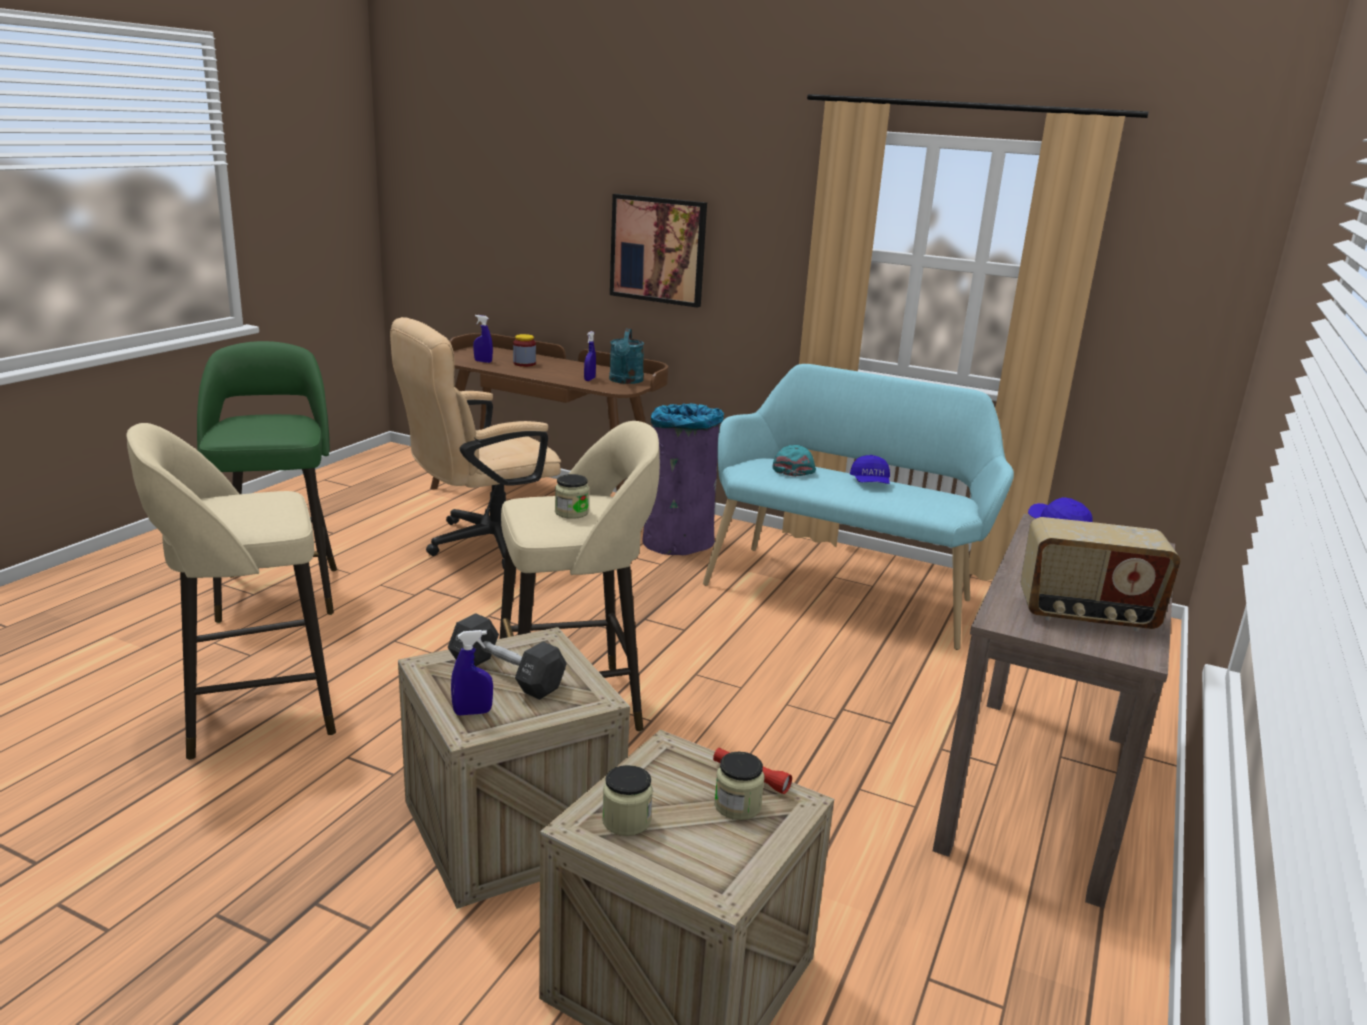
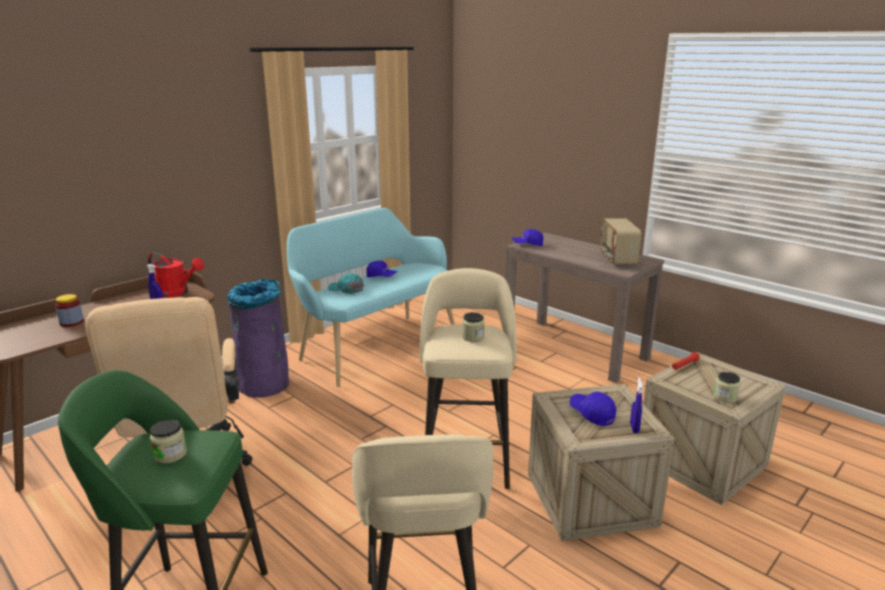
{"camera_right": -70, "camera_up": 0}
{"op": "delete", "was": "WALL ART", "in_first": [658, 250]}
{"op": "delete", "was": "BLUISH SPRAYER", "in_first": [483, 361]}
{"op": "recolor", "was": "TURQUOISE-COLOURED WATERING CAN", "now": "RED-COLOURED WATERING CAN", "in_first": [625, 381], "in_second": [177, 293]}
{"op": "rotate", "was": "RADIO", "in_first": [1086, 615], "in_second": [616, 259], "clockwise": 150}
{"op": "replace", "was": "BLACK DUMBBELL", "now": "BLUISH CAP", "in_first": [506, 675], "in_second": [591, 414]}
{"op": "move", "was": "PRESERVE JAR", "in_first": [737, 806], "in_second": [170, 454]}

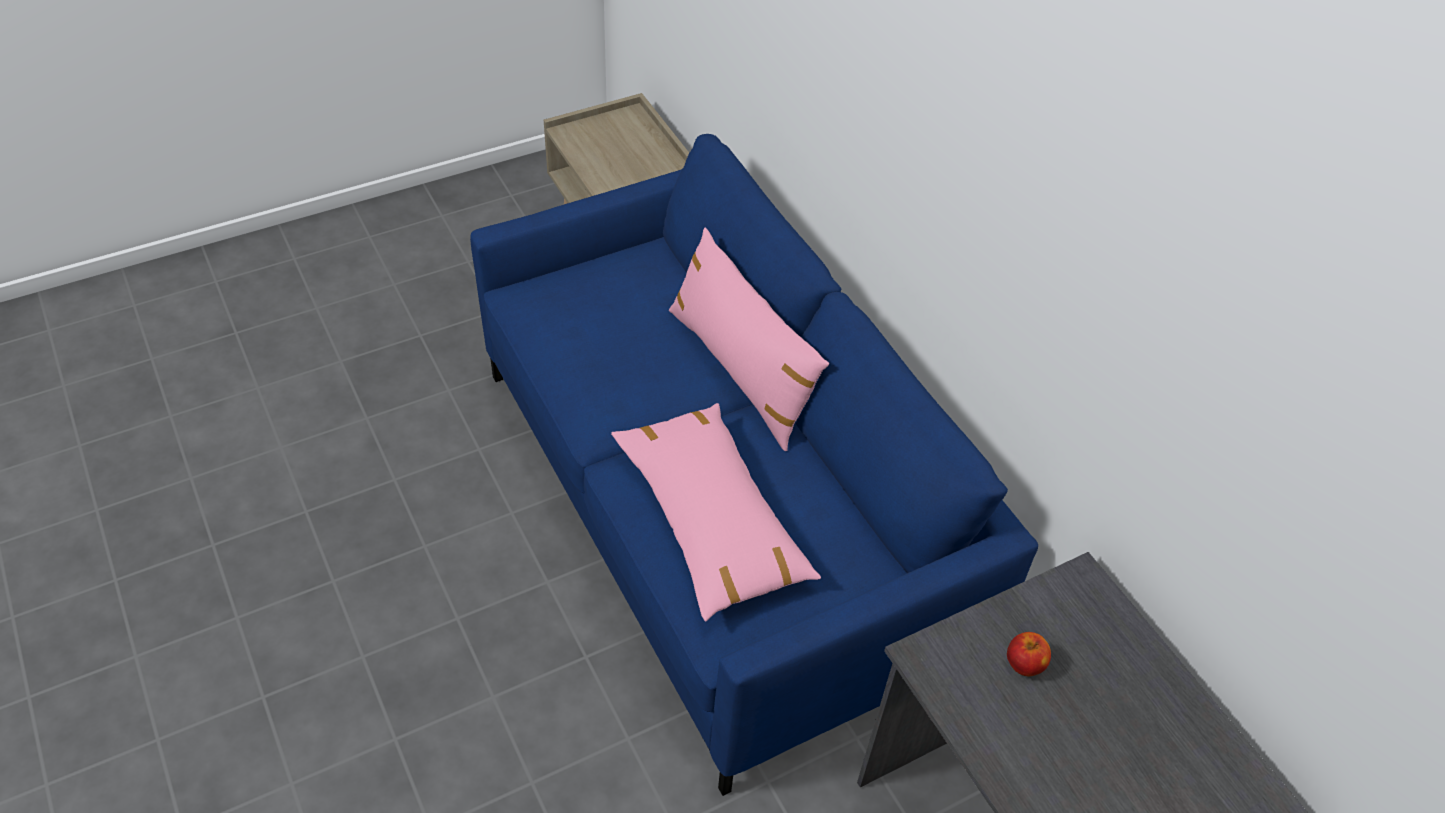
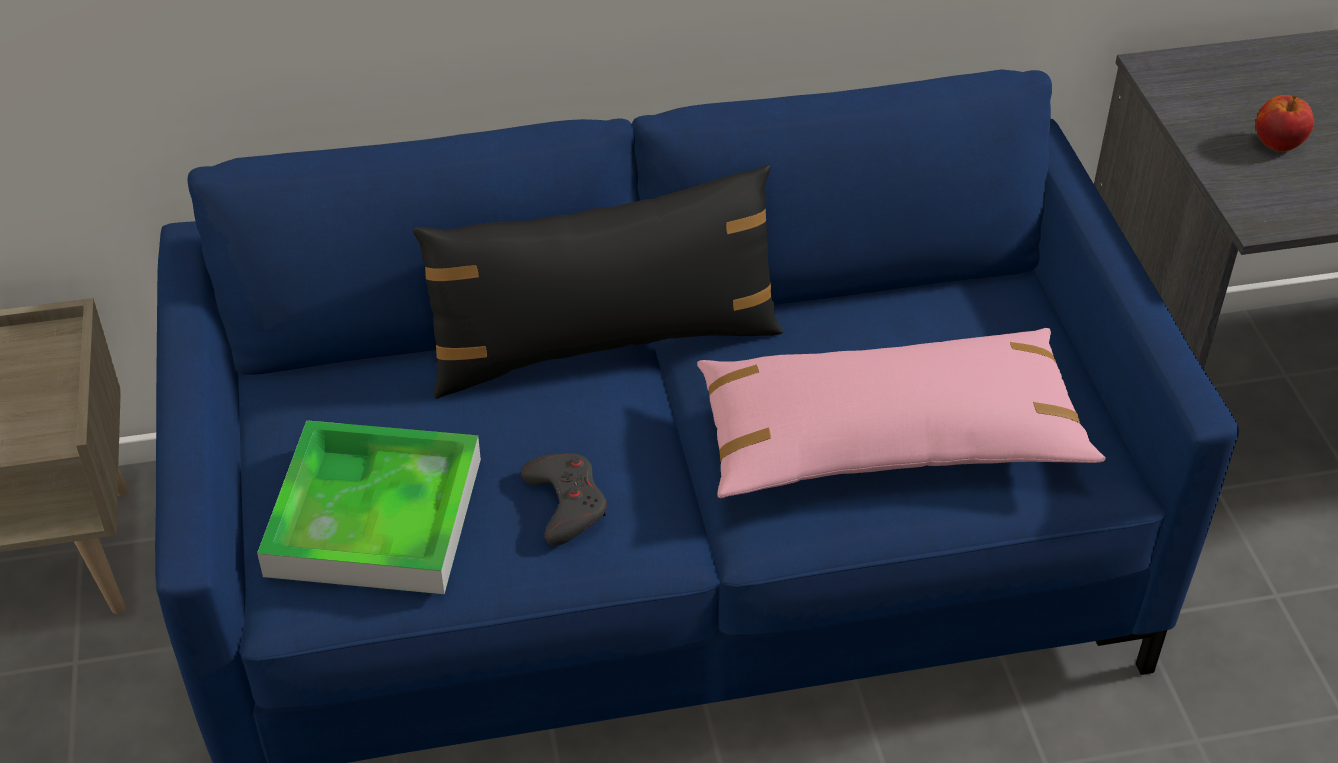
{"camera_right": -70, "camera_up": -5}
{"op": "recolor", "was": "PINKISH CUSHION", "now": "BLACK CUSHION", "in_first": [741, 371], "in_second": [604, 345]}
{"op": "insert", "now": "CARRYING TRAY", "in_second": [375, 516]}
{"op": "insert", "now": "GREYISH GAME CONTROLLER", "in_second": [566, 503]}

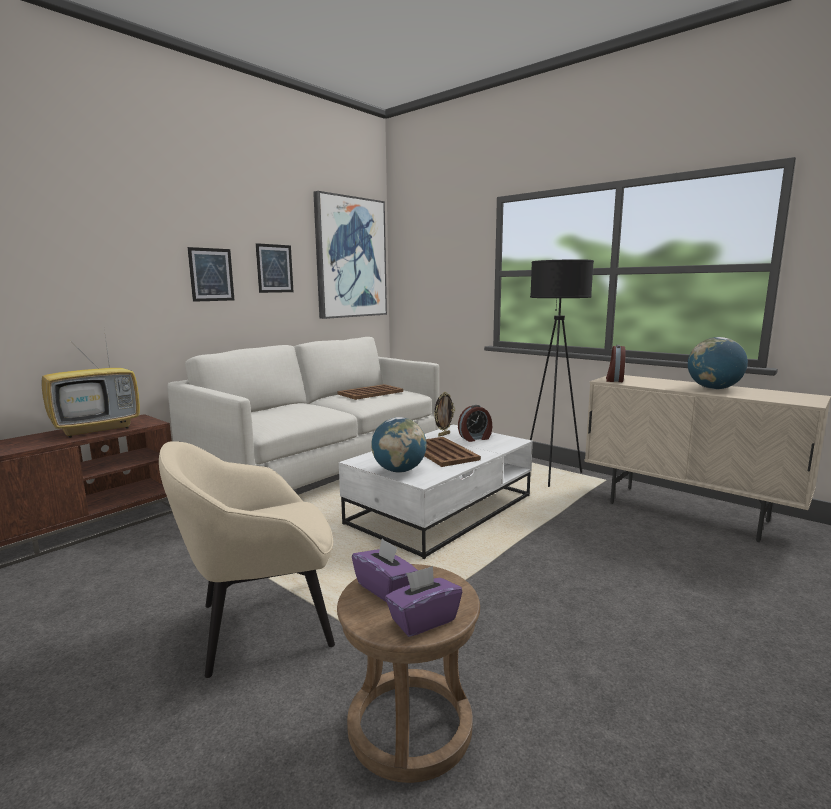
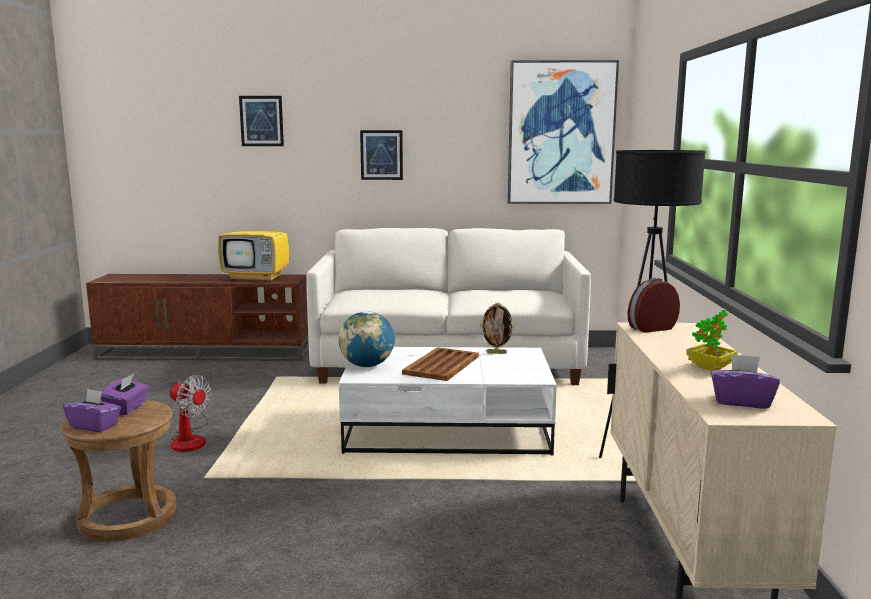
{"camera_right": 50, "camera_up": 0}
{"op": "move", "was": "WALL ART", "in_first": [274, 268], "in_second": [261, 121]}
{"op": "replace", "was": "GLOBE", "now": "PLANT IN A POT", "in_first": [713, 389], "in_second": [710, 368]}
{"op": "delete", "was": "BROWN-COLOURED CARRYING TRAY", "in_first": [370, 393]}
{"op": "delete", "was": "BEDSIDE CLOCK", "in_first": [475, 438]}
{"op": "replace", "was": "BEIGE EASY CHAIR", "now": "COOLING FAN", "in_first": [261, 625], "in_second": [190, 439]}
{"op": "insert", "now": "PURPLE TISSUE BOX", "in_second": [741, 401]}

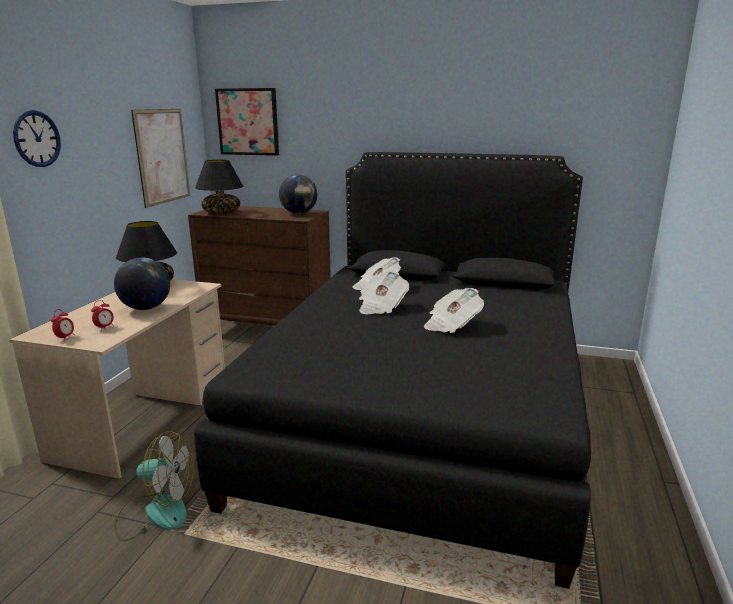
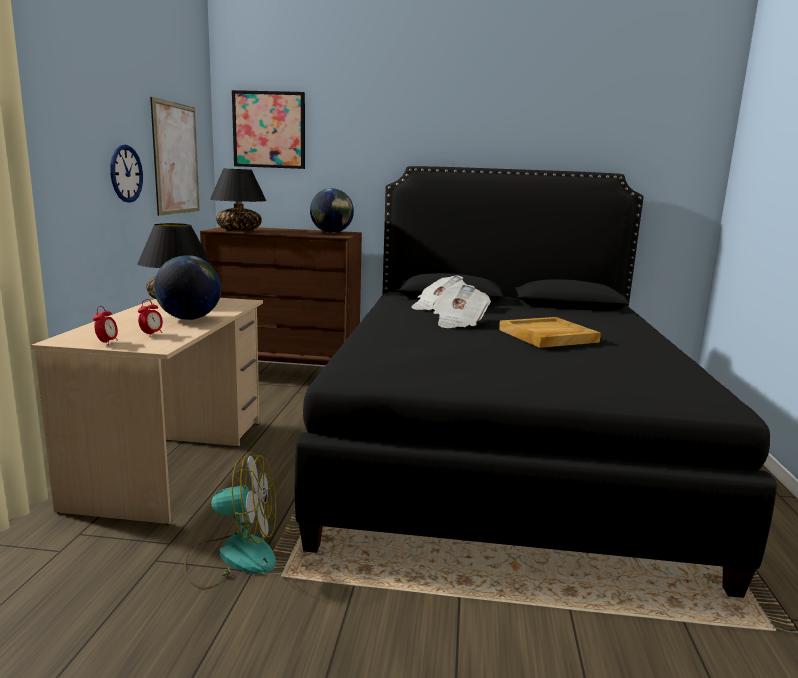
{"camera_right": -10, "camera_up": -5}
{"op": "move", "was": "HANGING CLOCK", "in_first": [37, 139], "in_second": [126, 173]}
{"op": "replace", "was": "NEWSPAPER", "now": "BEIGE CARRYING TRAY", "in_first": [451, 325], "in_second": [547, 336]}

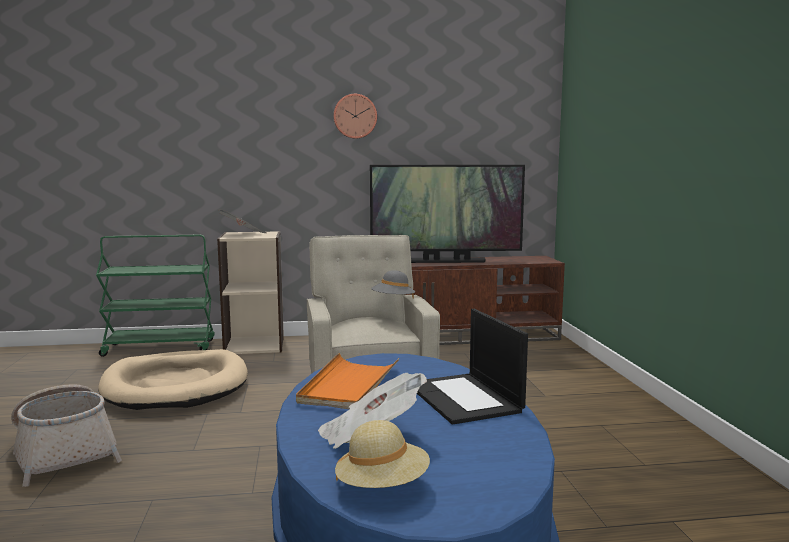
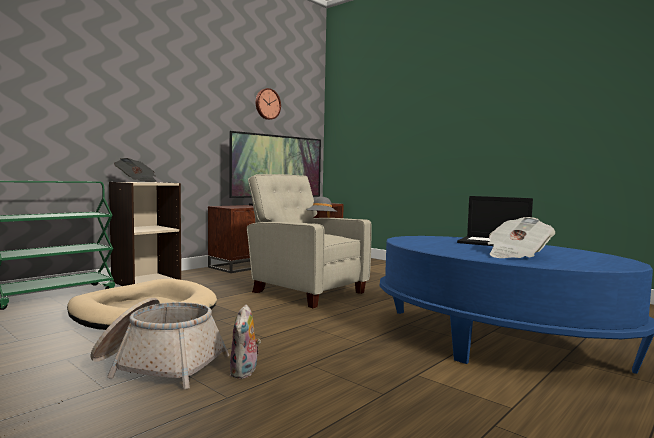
{"camera_right": -40, "camera_up": -5}
{"op": "move", "was": "HANGING CLOCK", "in_first": [355, 116], "in_second": [267, 104]}
{"op": "delete", "was": "ORANGE CARRYING TRAY", "in_first": [349, 385]}
{"op": "delete", "was": "BEIGE CLOTHING HAT", "in_first": [382, 486]}
{"op": "insert", "now": "PLUSH TOY", "in_second": [245, 372]}

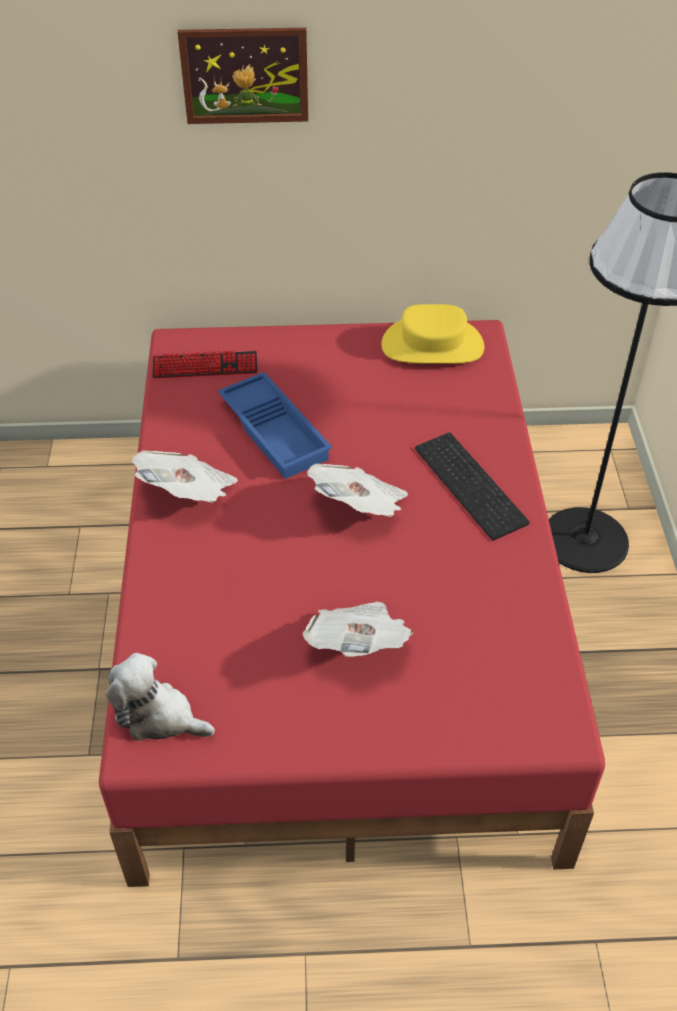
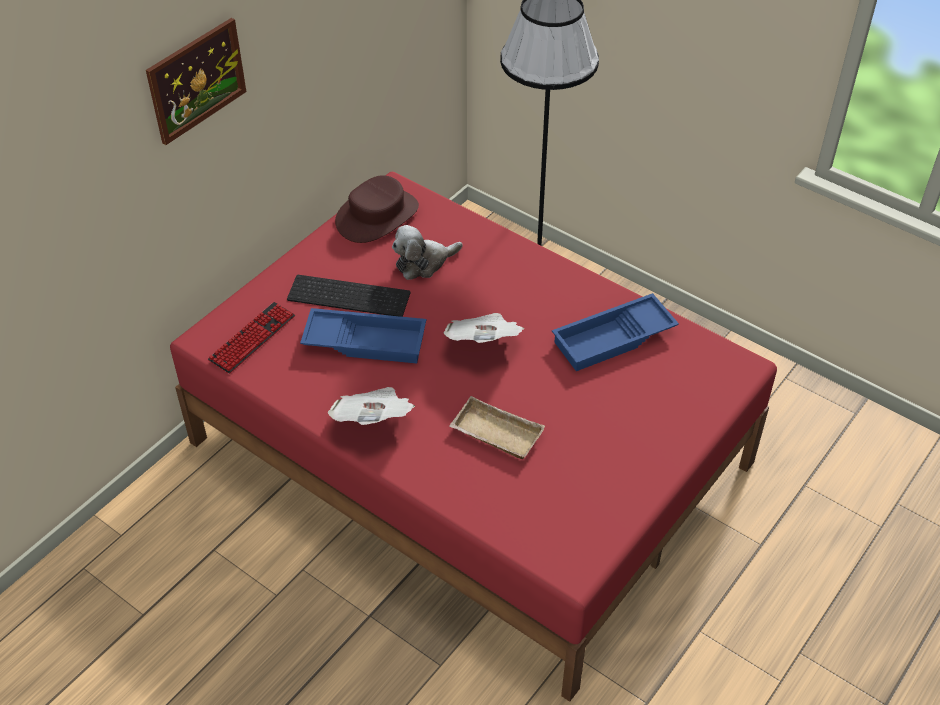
{"camera_right": -50, "camera_up": 0}
{"op": "recolor", "was": "YELLOW CLOTHING HAT", "now": "BROWN-COLOURED CLOTHING HAT", "in_first": [432, 346], "in_second": [377, 216]}
{"op": "move", "was": "COMPUTER KEYBOARD", "in_first": [473, 485], "in_second": [350, 295]}
{"op": "delete", "was": "NEWSPAPER", "in_first": [358, 645]}
{"op": "move", "was": "PLUSH TOY", "in_first": [158, 716], "in_second": [423, 263]}
{"op": "insert", "now": "BLUISH CARRYING TRAY", "in_second": [614, 339]}
{"op": "insert", "now": "BEIGE CARRYING TRAY", "in_second": [494, 434]}

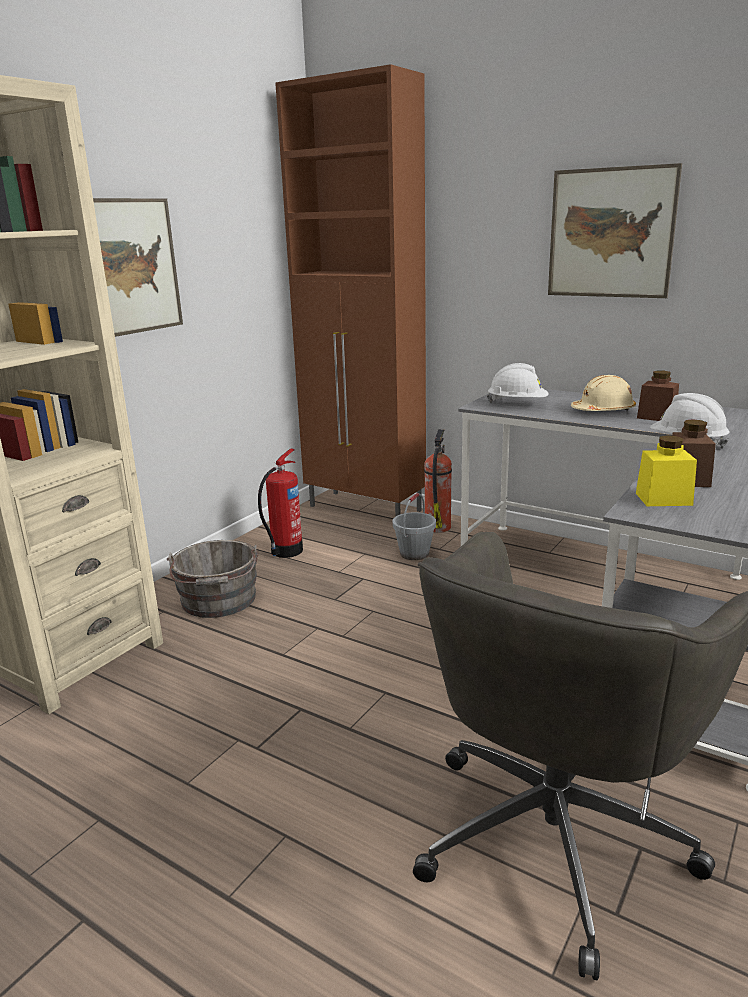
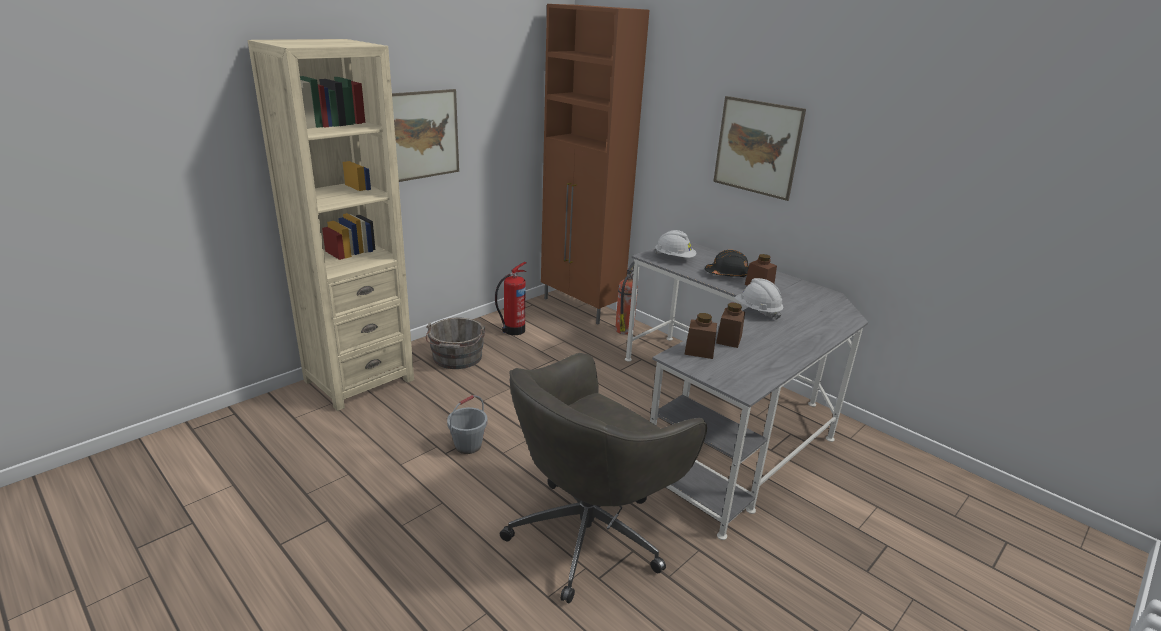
{"camera_right": 10, "camera_up": 5}
{"op": "recolor", "was": "BEIGE WORK HELMET", "now": "BLACK WORK HELMET", "in_first": [603, 411], "in_second": [727, 274]}
{"op": "recolor", "was": "YELLOW PRESERVE JAR", "now": "BROWN-COLOURED PRESERVE JAR", "in_first": [663, 499], "in_second": [699, 351]}
{"op": "move", "was": "GREYISH WATER BUCKET", "in_first": [414, 553], "in_second": [468, 445]}

